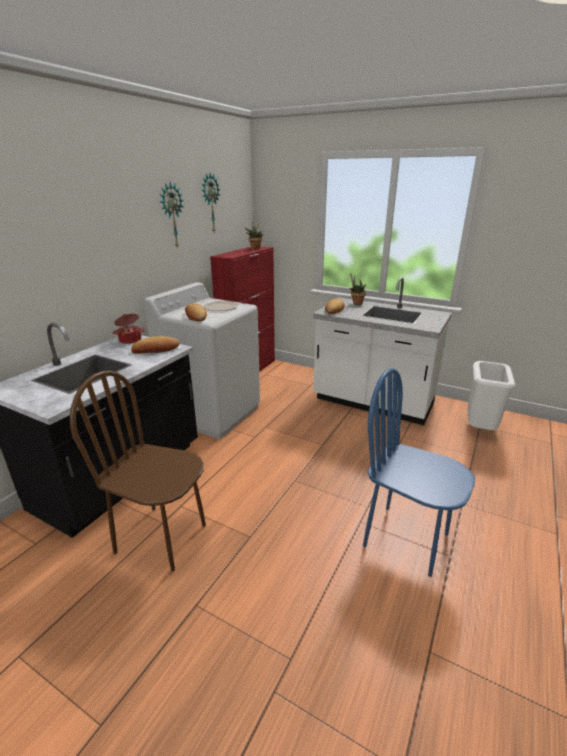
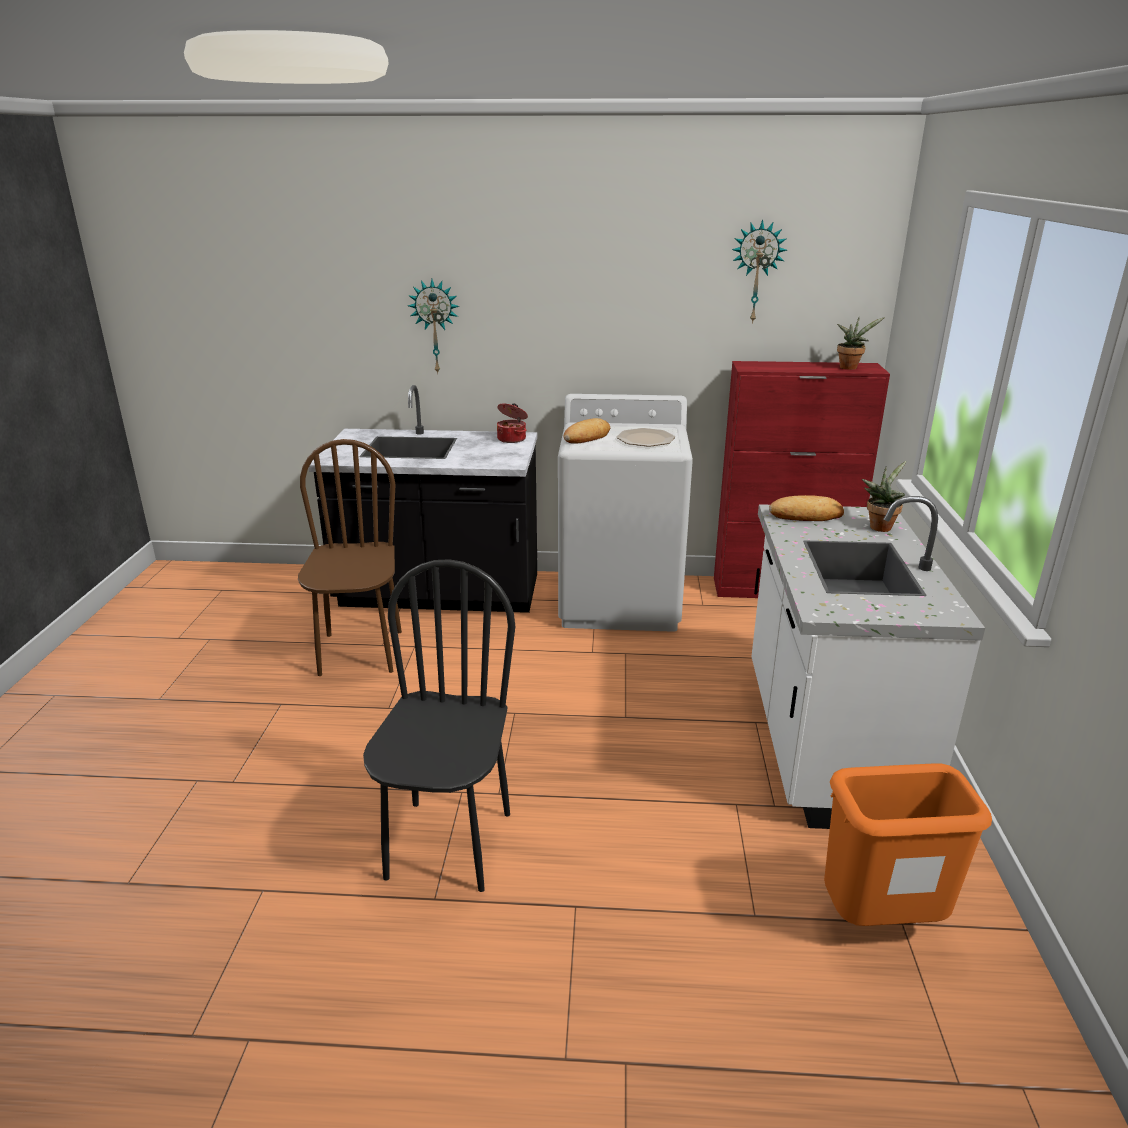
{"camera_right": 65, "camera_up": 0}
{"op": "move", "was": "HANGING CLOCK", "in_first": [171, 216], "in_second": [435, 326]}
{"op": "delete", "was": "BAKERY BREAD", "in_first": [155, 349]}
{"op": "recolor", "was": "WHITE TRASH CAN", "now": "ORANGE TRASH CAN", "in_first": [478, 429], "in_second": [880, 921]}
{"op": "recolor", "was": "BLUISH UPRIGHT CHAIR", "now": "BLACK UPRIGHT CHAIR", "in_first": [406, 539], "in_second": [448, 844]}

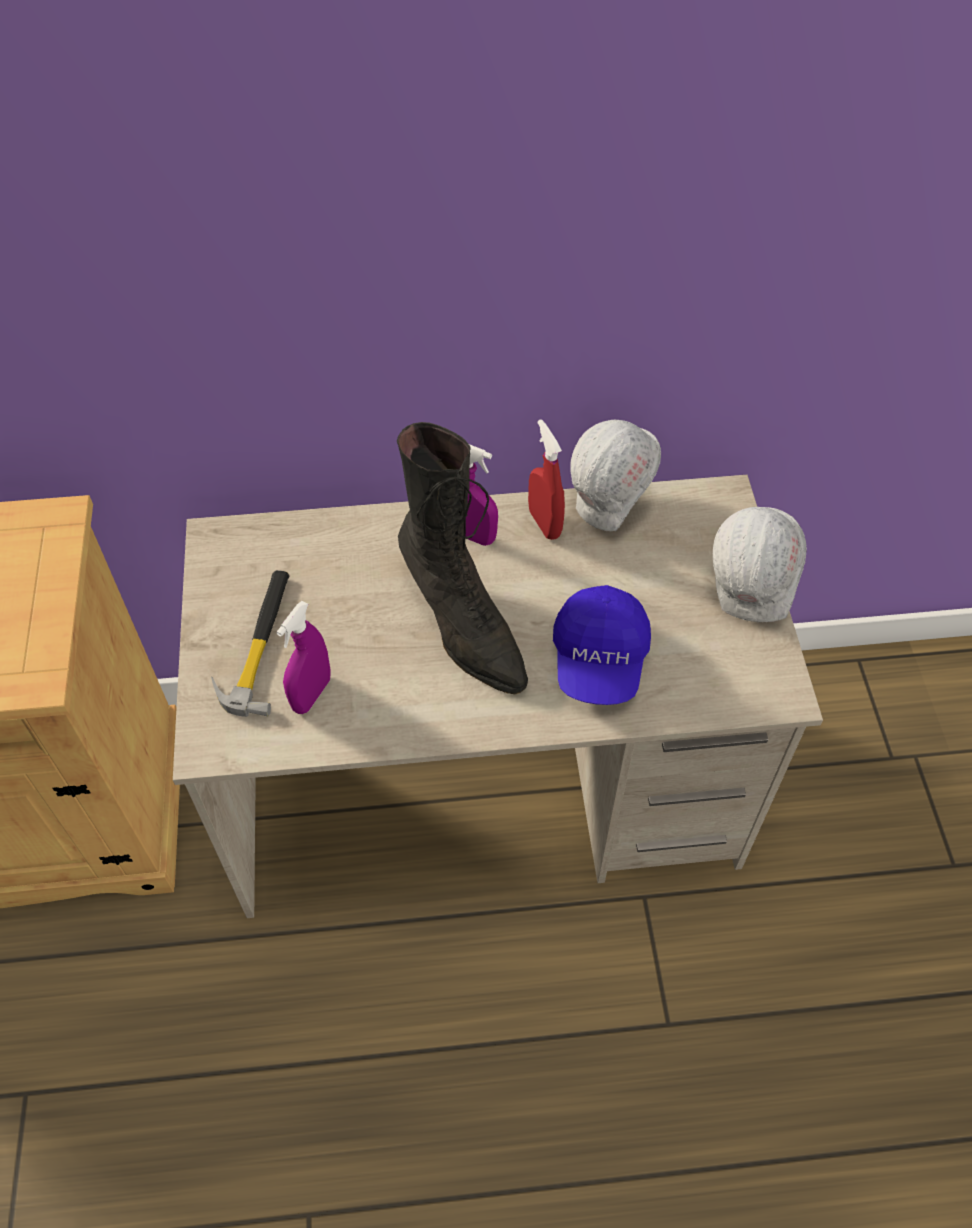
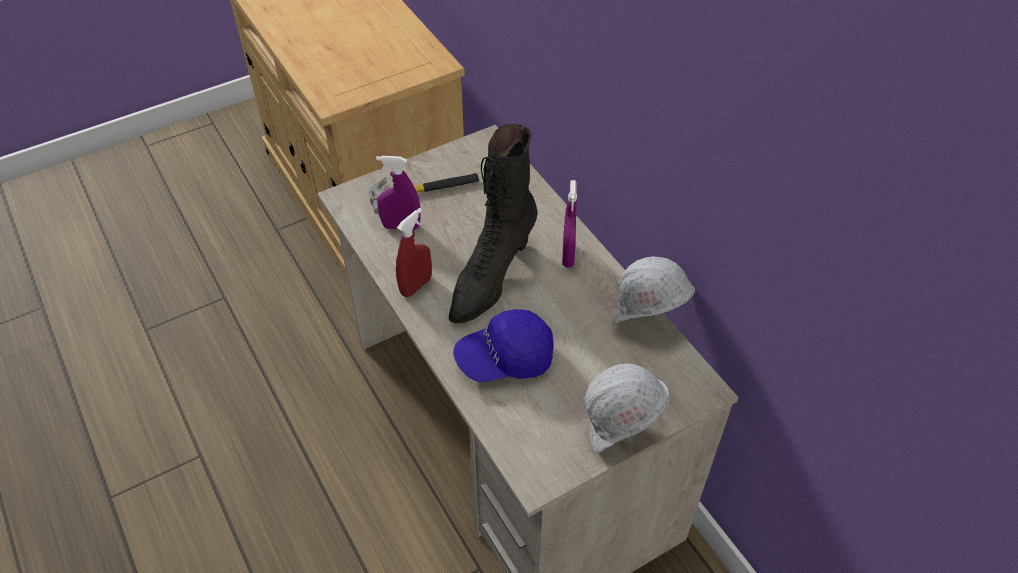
{"camera_right": 65, "camera_up": -5}
{"op": "move", "was": "RED-COLOURED SPRAYER", "in_first": [544, 523], "in_second": [416, 286]}

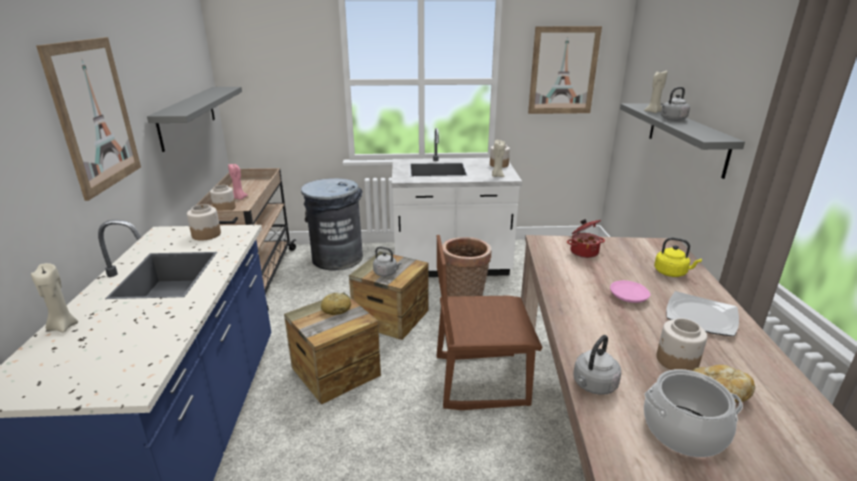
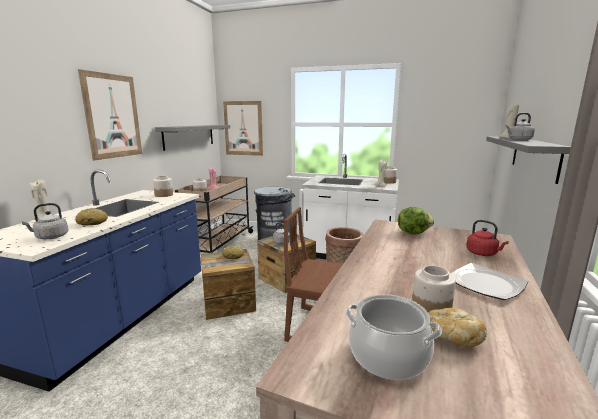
{"camera_right": 20, "camera_up": -10}
{"op": "move", "was": "WALL ART", "in_first": [563, 71], "in_second": [243, 128]}
{"op": "replace", "was": "COOKING POT", "now": "LETTUCE", "in_first": [583, 252], "in_second": [413, 232]}
{"op": "recolor", "was": "YELLOW WATER KETTLE", "now": "RED-COLOURED WATER KETTLE", "in_first": [672, 273], "in_second": [483, 253]}
{"op": "delete", "was": "PINKISH PLATE", "in_first": [628, 297]}
{"op": "move", "was": "GREYISH WATER KETTLE", "in_first": [593, 385], "in_second": [50, 237]}
{"op": "insert", "now": "BAKERY BREAD", "in_second": [93, 223]}

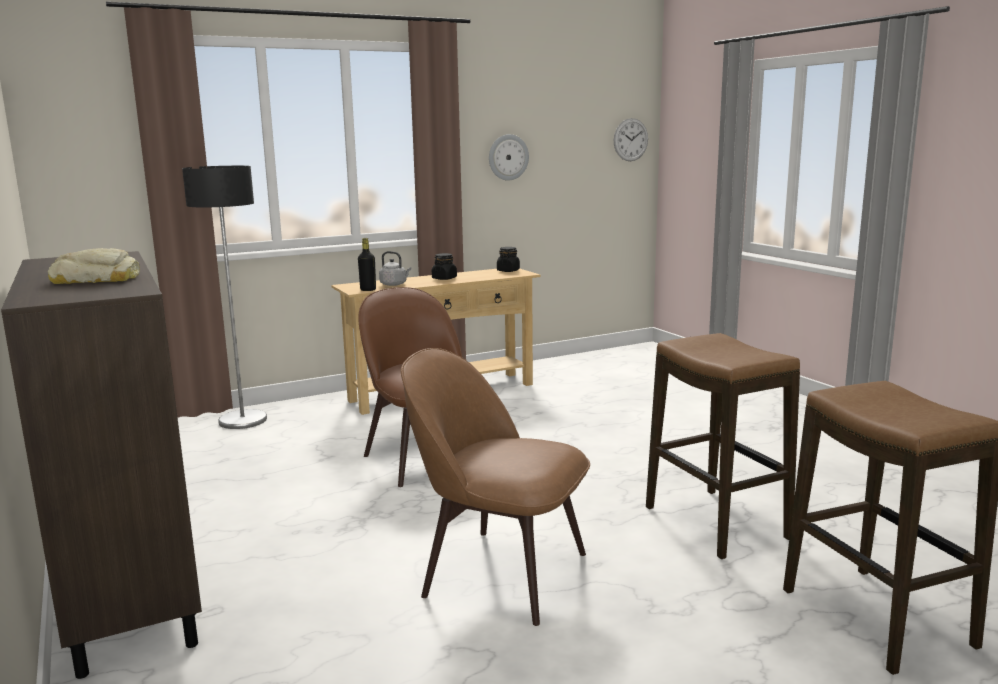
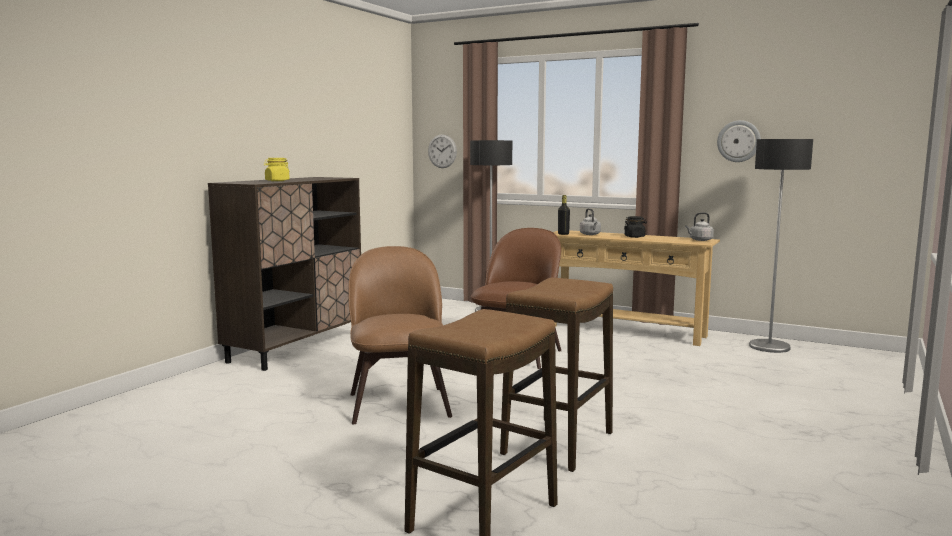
{"camera_right": 55, "camera_up": -5}
{"op": "move", "was": "HANGING CLOCK", "in_first": [630, 139], "in_second": [442, 151]}
{"op": "replace", "was": "BLACK PRESERVE JAR", "now": "GREYISH WATER KETTLE", "in_first": [508, 270], "in_second": [699, 240]}
{"op": "replace", "was": "BAKERY BREAD", "now": "YELLOW PRESERVE JAR", "in_first": [96, 279], "in_second": [277, 181]}
{"op": "insert", "now": "STANDARD LAMP", "in_second": [769, 347]}

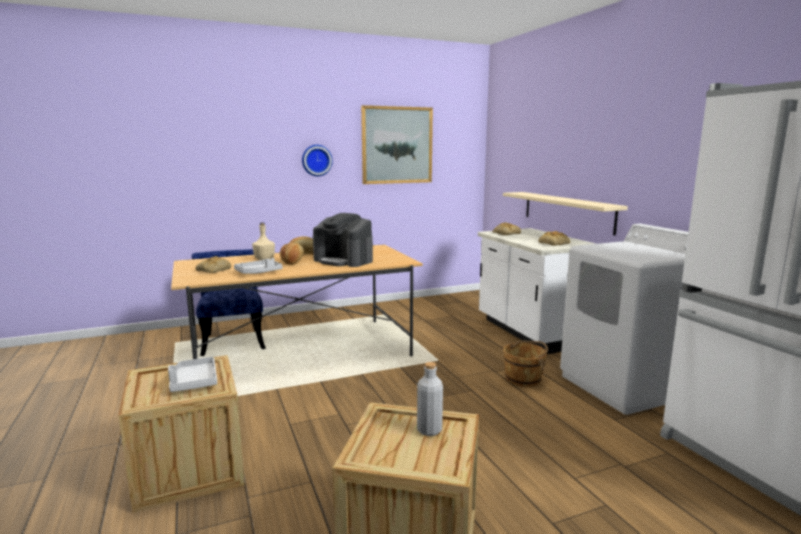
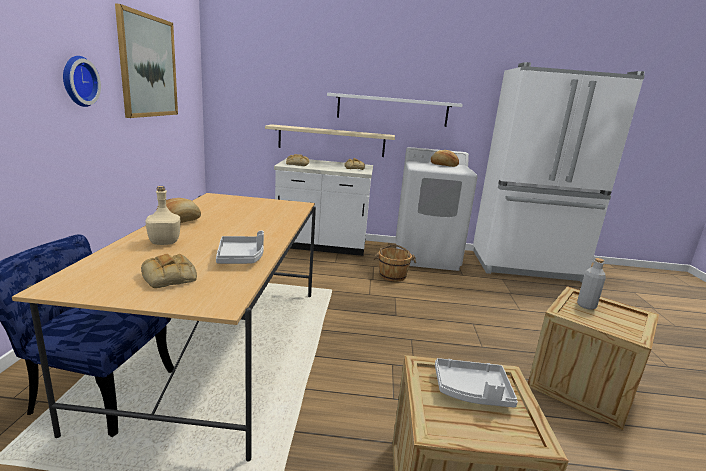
{"camera_right": -65, "camera_up": 5}
{"op": "delete", "was": "COFFEE BREWER", "in_first": [344, 260]}
{"op": "move", "was": "BAKERY BREAD", "in_first": [293, 261], "in_second": [443, 165]}
{"op": "insert", "now": "WHITE BRACKET SHELF", "in_second": [392, 110]}

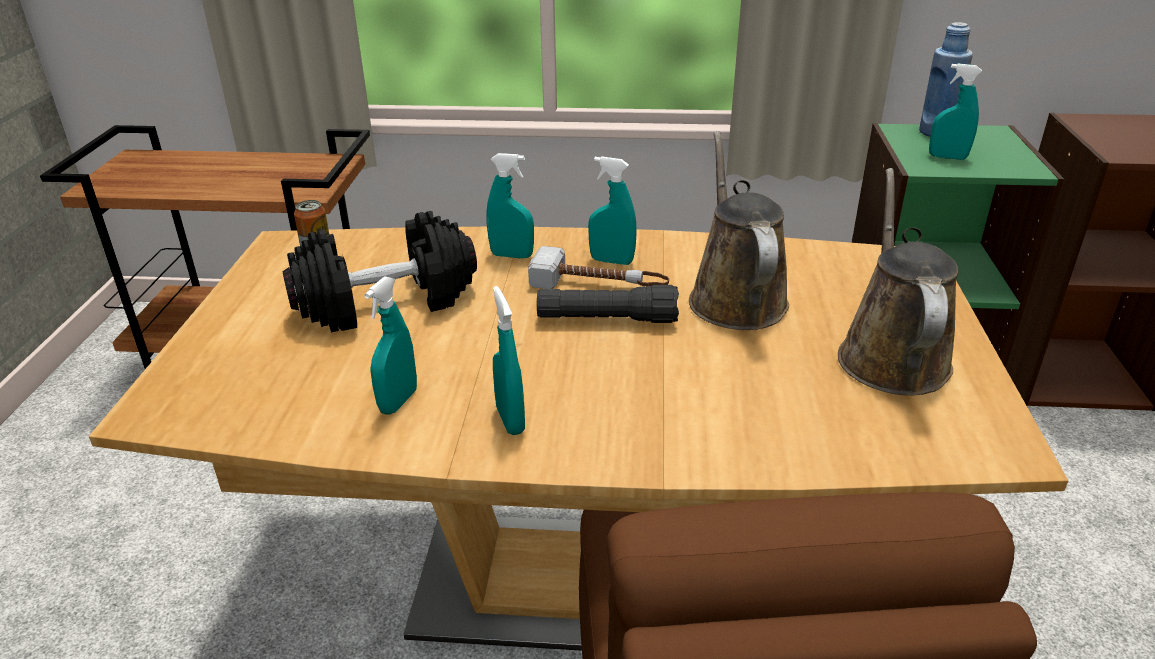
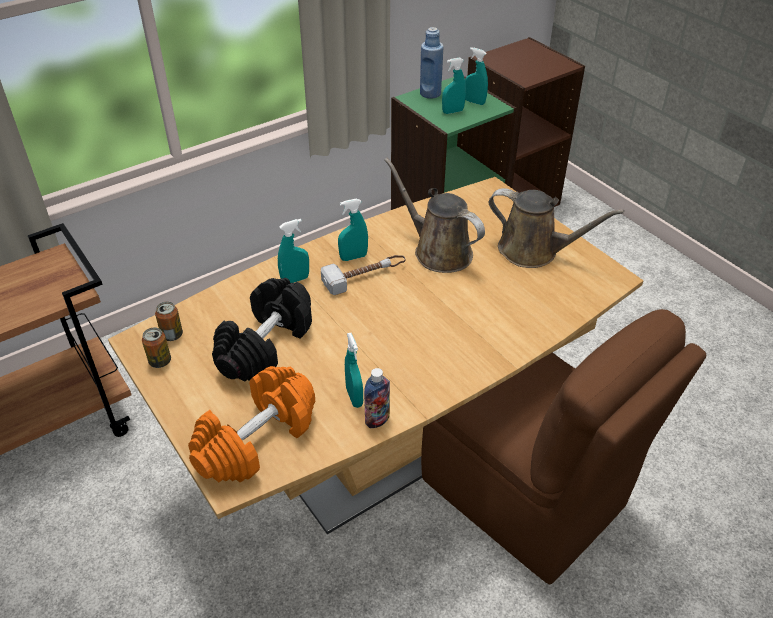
{"camera_right": -40, "camera_up": 10}
{"op": "rotate", "was": "BROWN-COLOURED WATERING CAN", "in_first": [891, 355], "in_second": [534, 251], "clockwise": 150}
{"op": "delete", "was": "BLACK TORCH", "in_first": [607, 319]}
{"op": "move", "was": "TURQUOISE-COLOURED SPRAYER", "in_first": [510, 420], "in_second": [474, 102]}
{"op": "insert", "now": "METAL CAN", "in_second": [160, 361]}
{"op": "insert", "now": "ORANGE DUMBBELL", "in_second": [257, 440]}
{"op": "insert", "now": "BOTTLE", "in_second": [377, 420]}

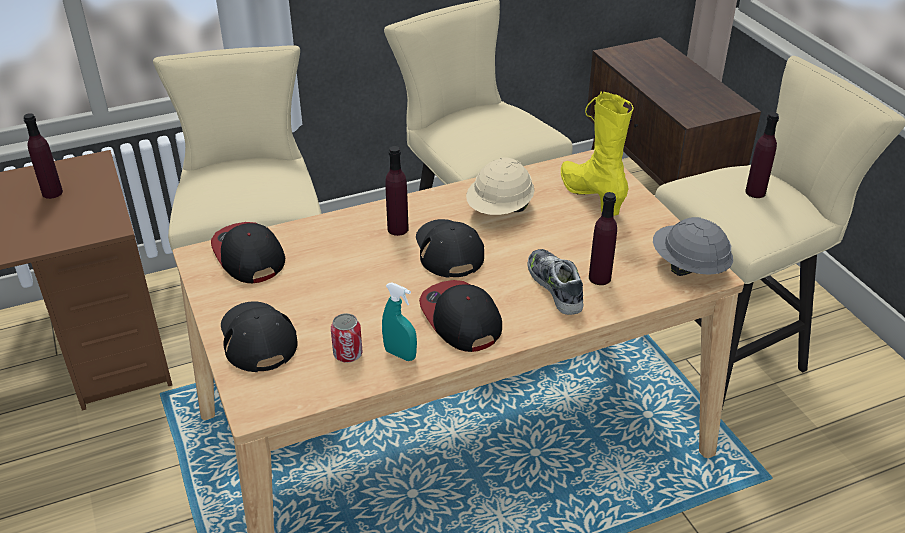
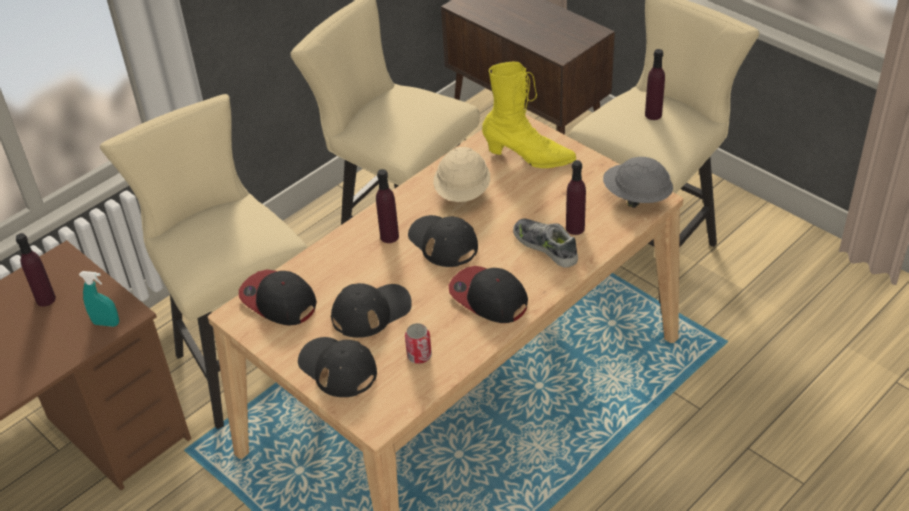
{"camera_right": -20, "camera_up": 5}
{"op": "rotate", "was": "YELLOW BOOT", "in_first": [591, 196], "in_second": [529, 157], "clockwise": 150}
{"op": "move", "was": "TURQUOISE-COLOURED SPRAYER", "in_first": [400, 354], "in_second": [106, 323]}
{"op": "insert", "now": "BLACK CAP", "in_second": [371, 311]}

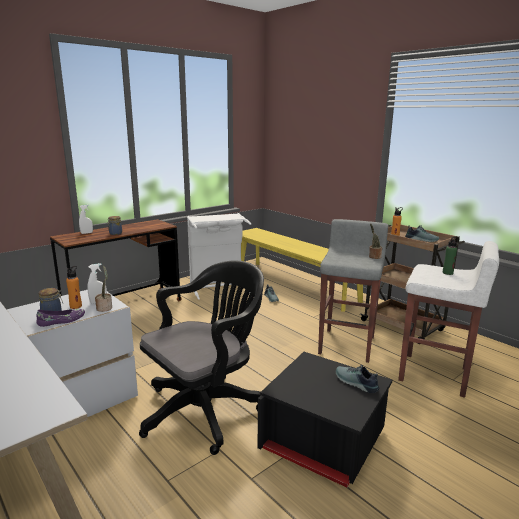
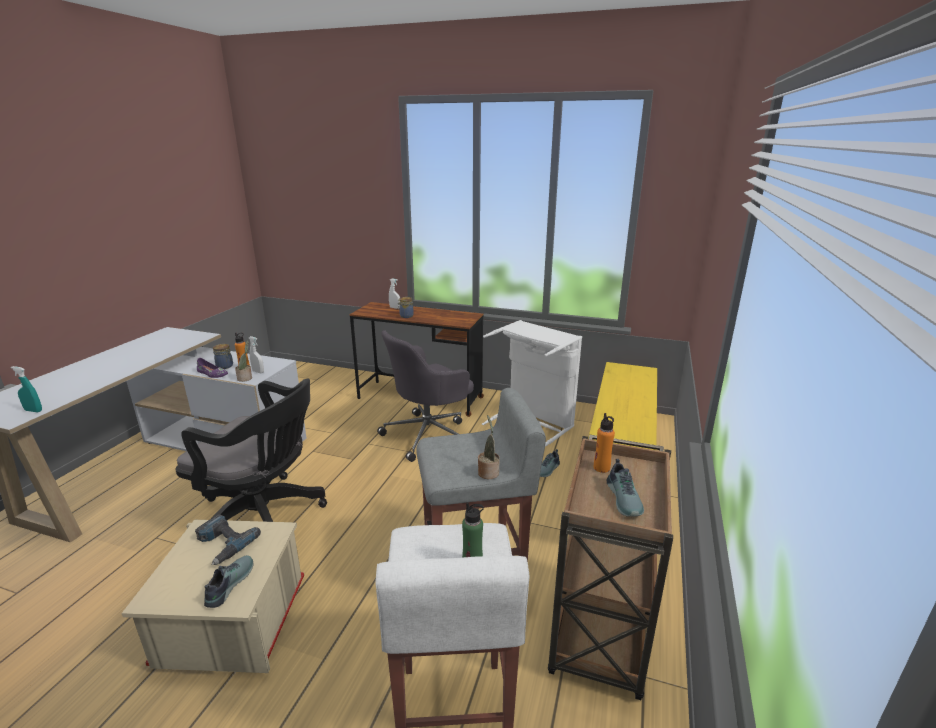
{"camera_right": 60, "camera_up": 5}
{"op": "recolor", "was": "BLACK STORAGE CONTAINER", "now": "BEIGE STORAGE CONTAINER", "in_first": [322, 442], "in_second": [231, 623]}
{"op": "insert", "now": "GREYISH OFFICE CHAIR", "in_second": [429, 435]}
{"op": "insert", "now": "TURQUOISE-COLOURED SPRAYER", "in_second": [33, 410]}
{"op": "insert", "now": "POWER DRILL", "in_second": [223, 544]}

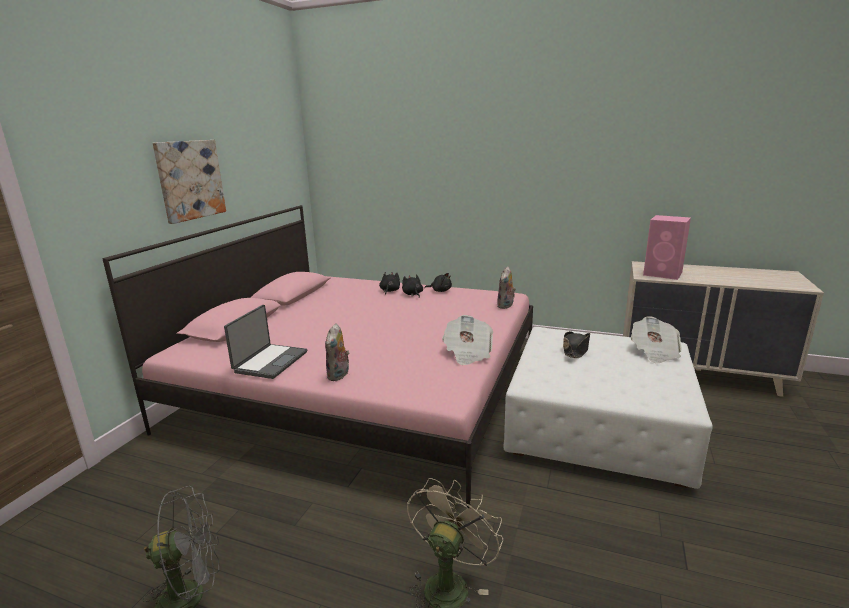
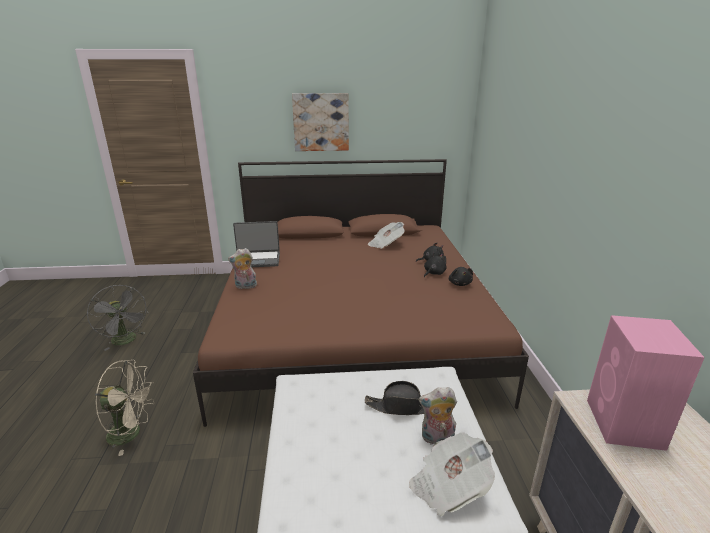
{"camera_right": 65, "camera_up": 5}
{"op": "recolor", "was": "PINKISH BED", "now": "BROWN-COLOURED BED", "in_first": [365, 386], "in_second": [352, 325]}
{"op": "move", "was": "PLUSH TOY", "in_first": [506, 306], "in_second": [436, 439]}
{"op": "move", "was": "NEWSPAPER", "in_first": [467, 353], "in_second": [385, 244]}

